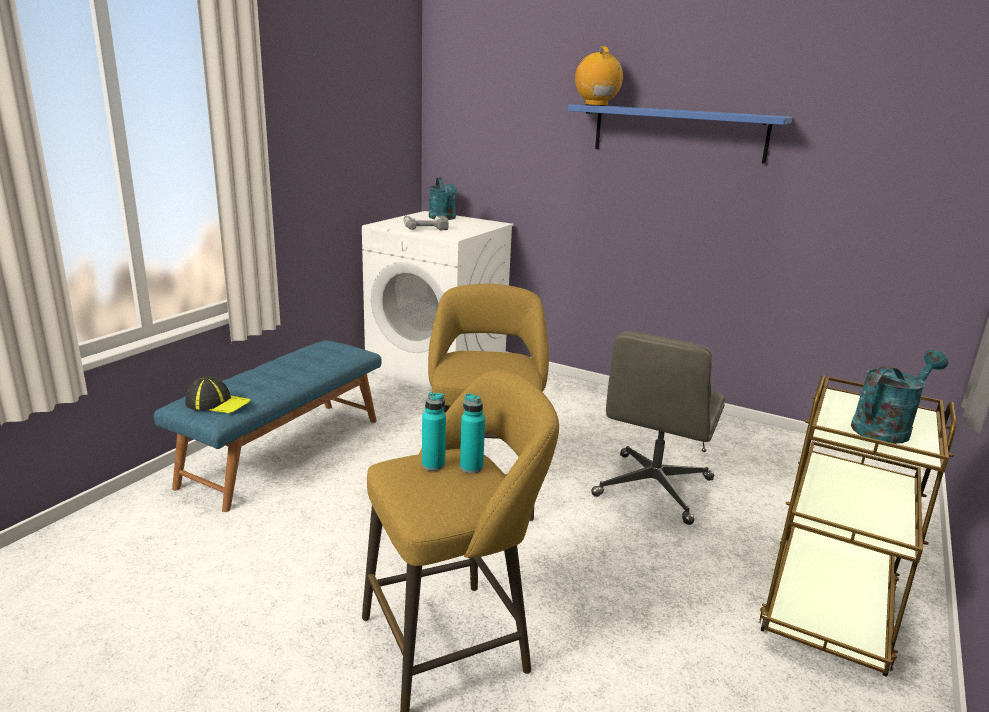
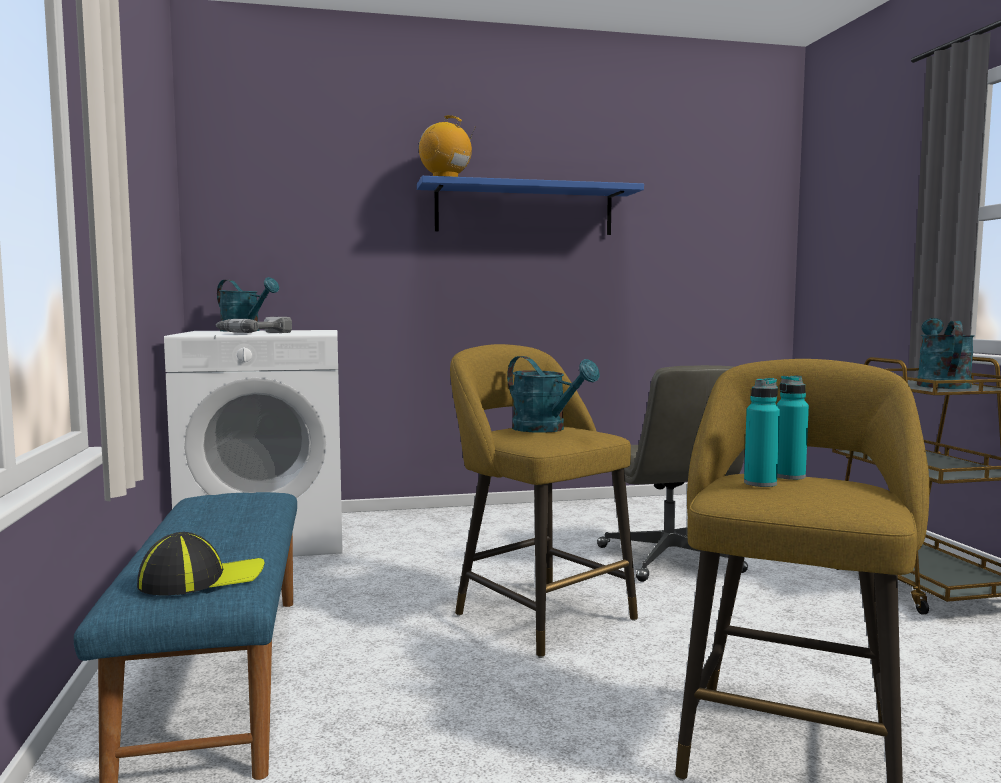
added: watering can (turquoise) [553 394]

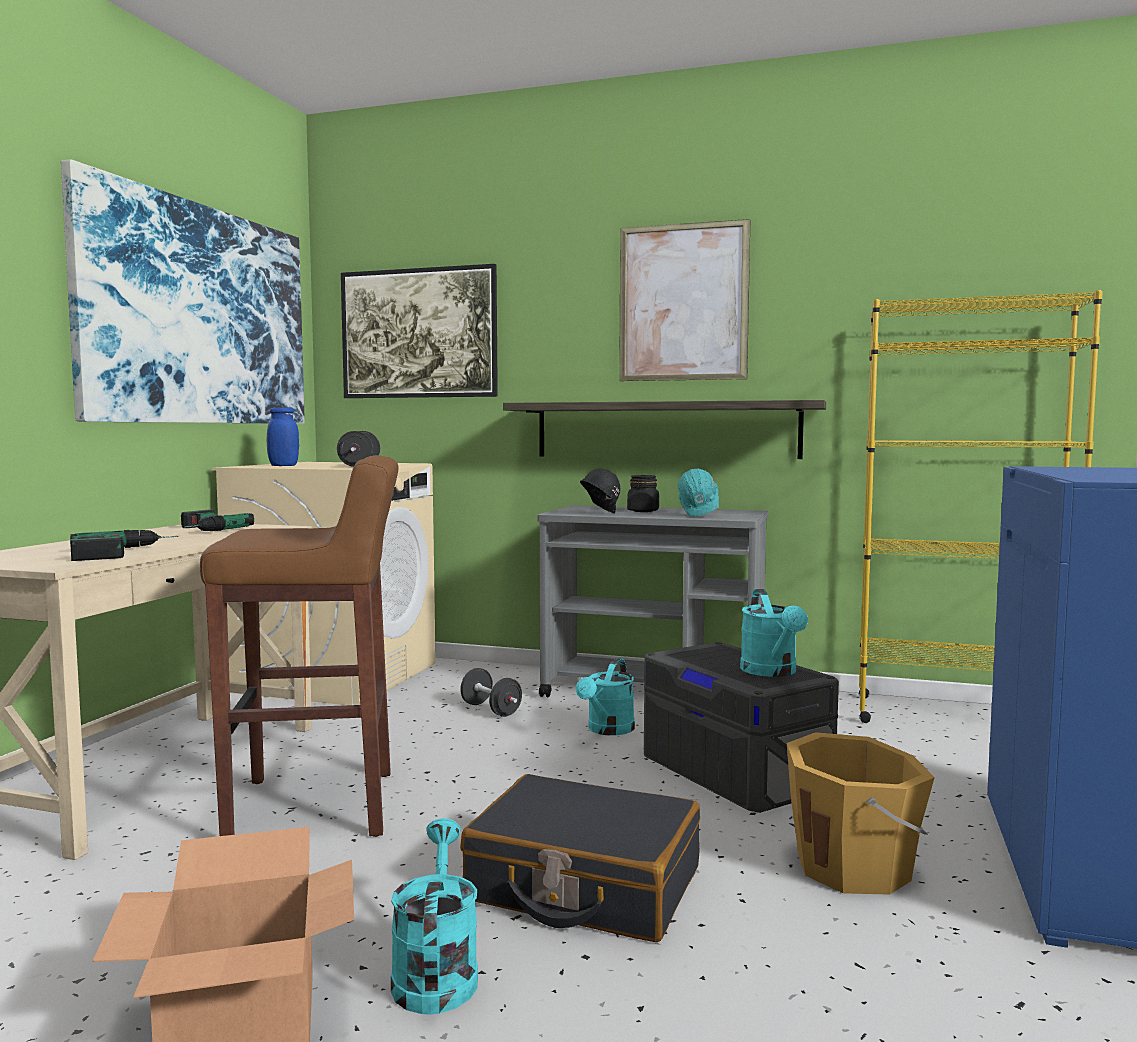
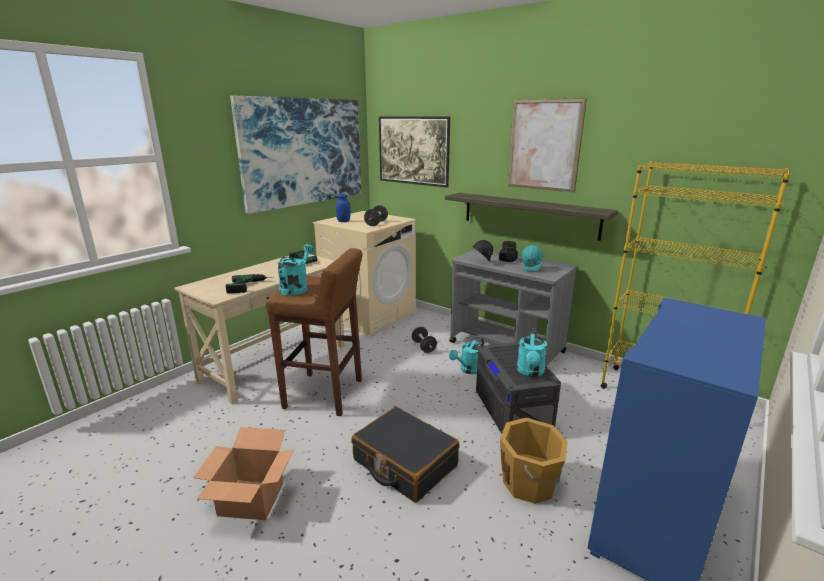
moved: watering can (turquoise) [434 916] to [296 270]

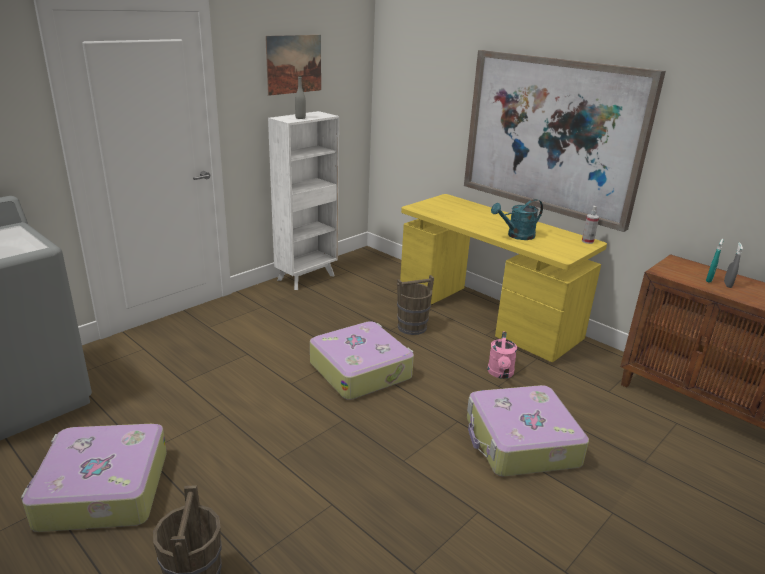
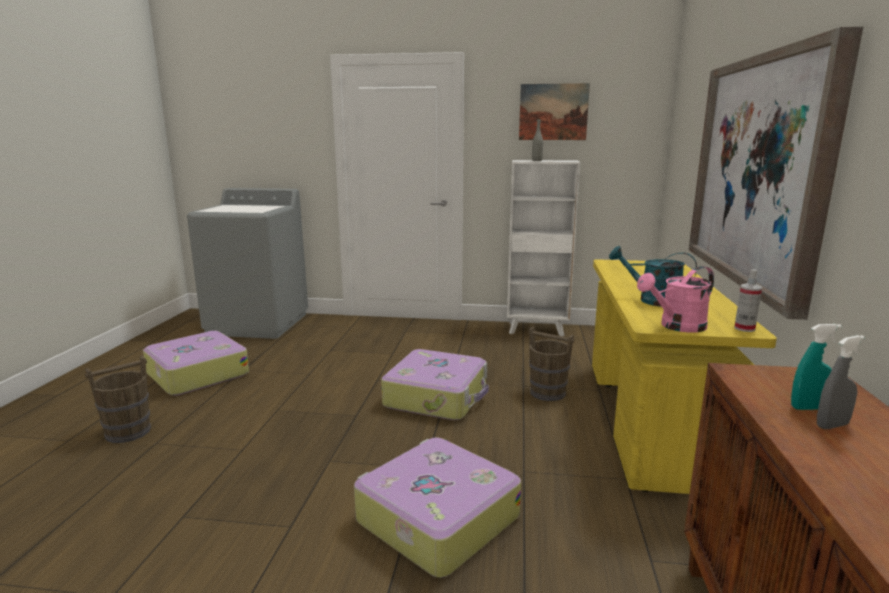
moved: watering can (pink) [502 355] to [675 299]

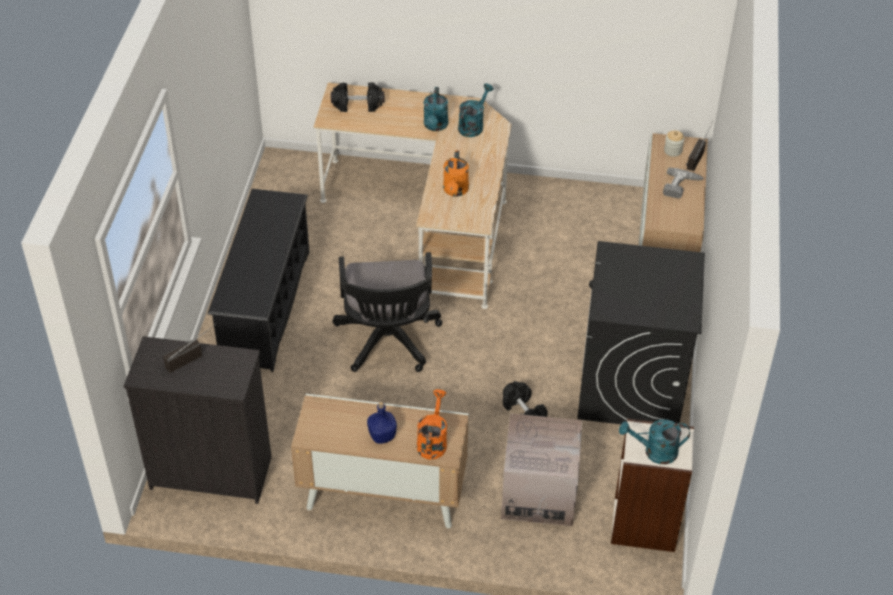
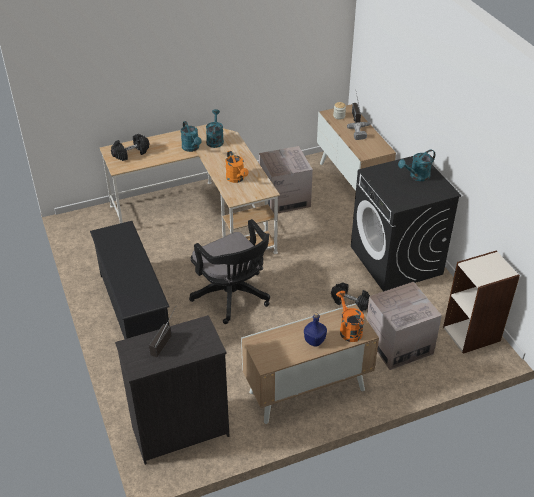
added: cardboard box [286 179]
moved: watering can (turquoise) [654 441] to [416 165]

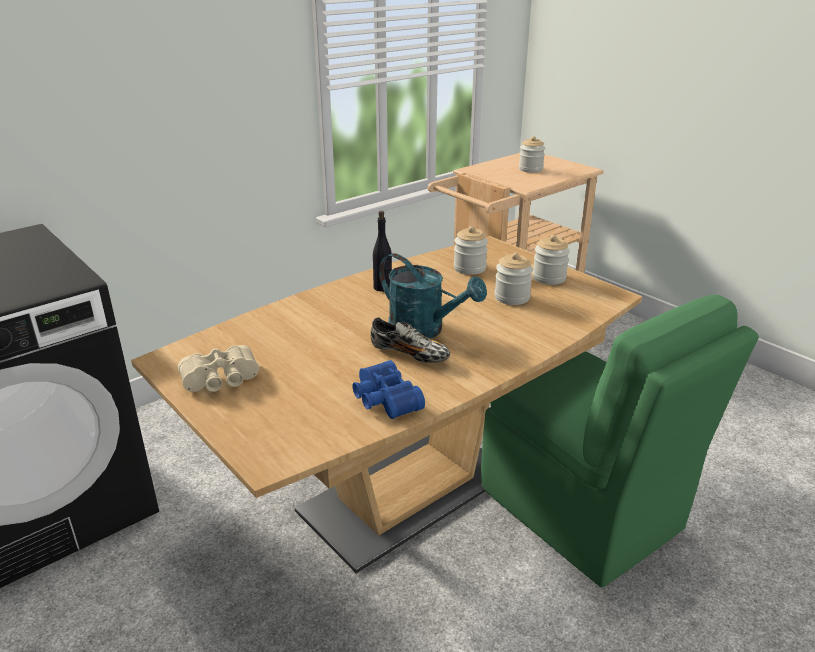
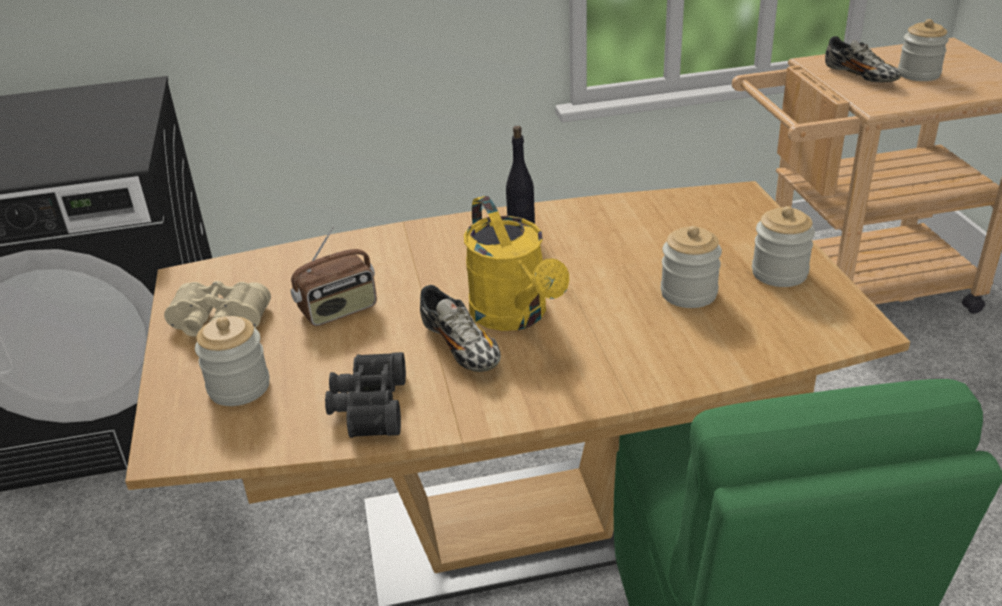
added: radio [334 276]; shoe [863 59]
moved: jar [471 250] to [232 361]
recoloured: binoculars (blue) [388 389] to binoculars (black) [365 395]; watering can (turquoise) [433 295] to watering can (yellow) [516 263]

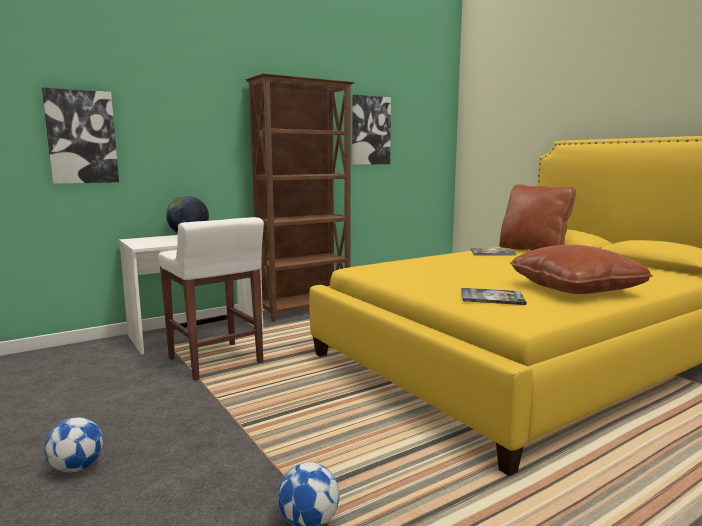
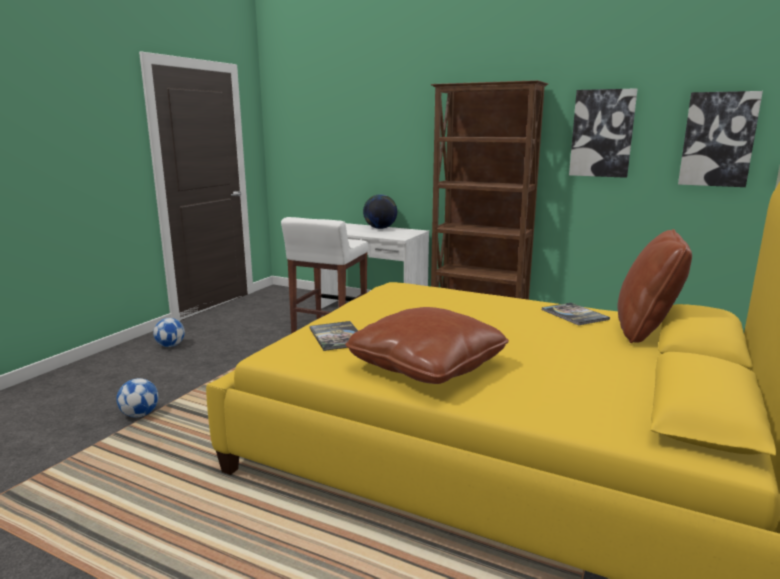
moved: picture [80 135] to [720 139]

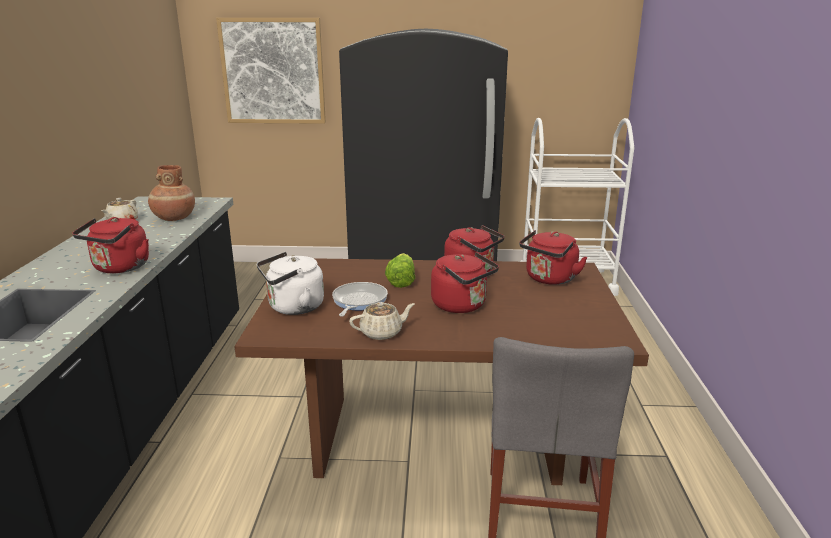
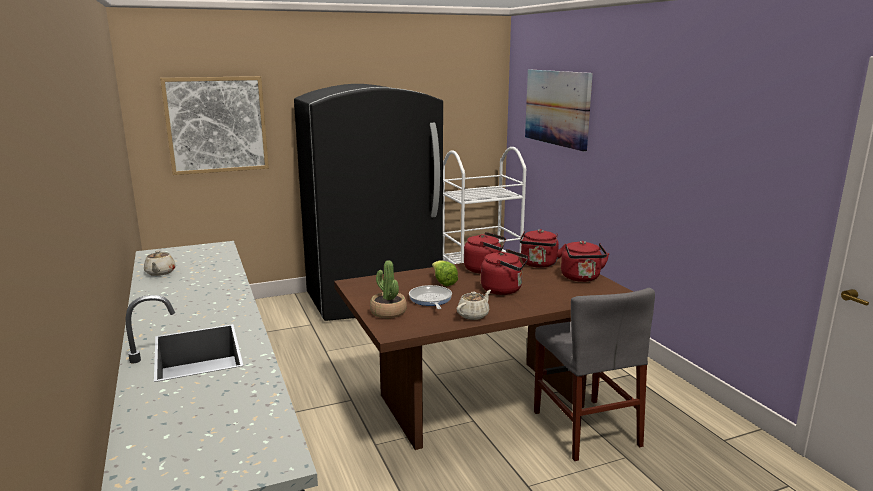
removed: vase (brown) [171 193]
added: picture [559 111]
moved: kettle (red) [110 245] to [585 261]
replaced: kettle (white) [290 283] to potted plant [388 289]

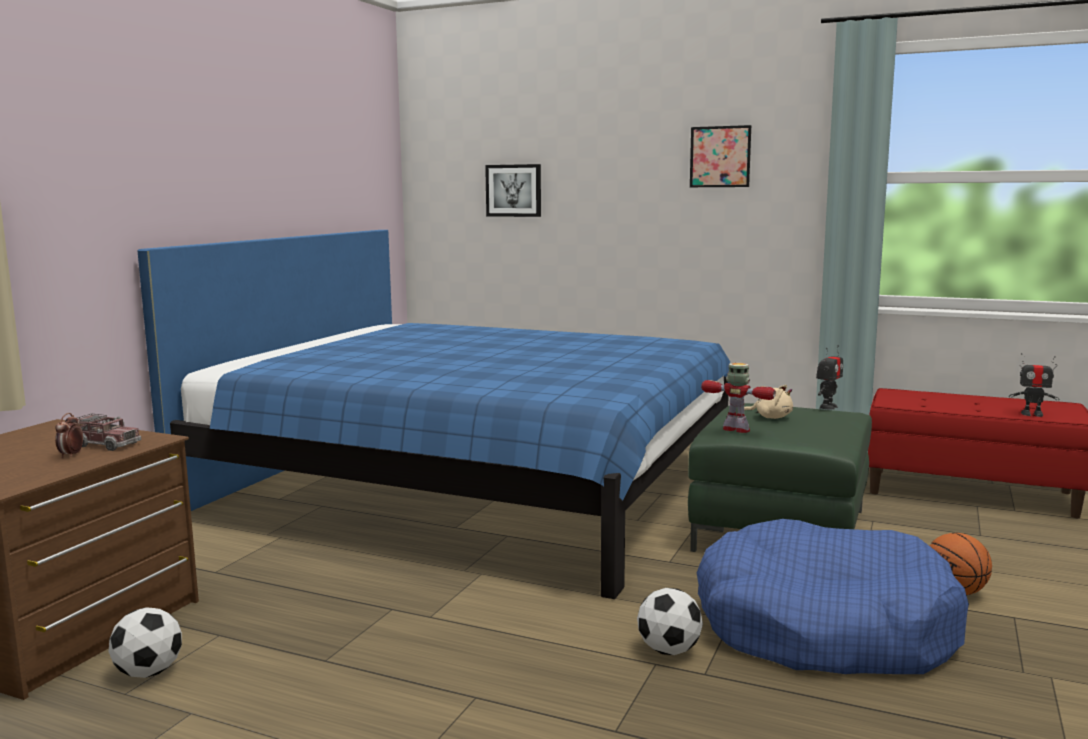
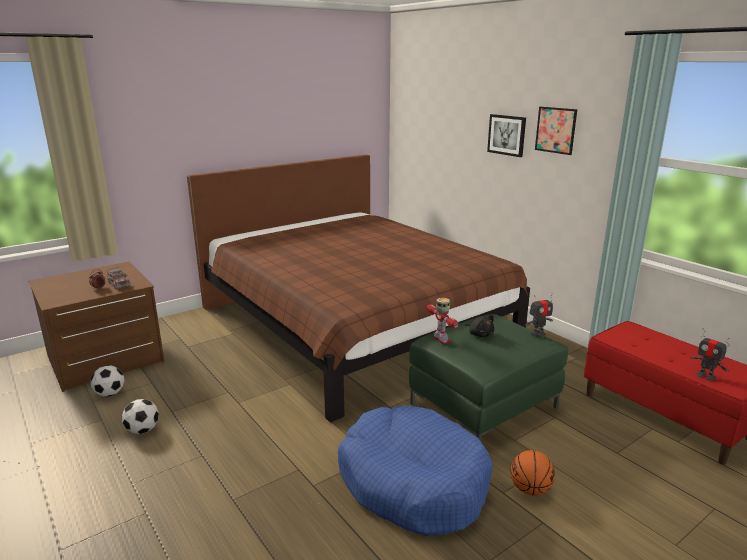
moved: football [670 621] to [140 416]; picture [513 190] to [506 135]
recoloured: bed (blue) [434 414] to bed (brown) [358 288]; plush toy (beige) [768 402] to plush toy (black) [479 326]

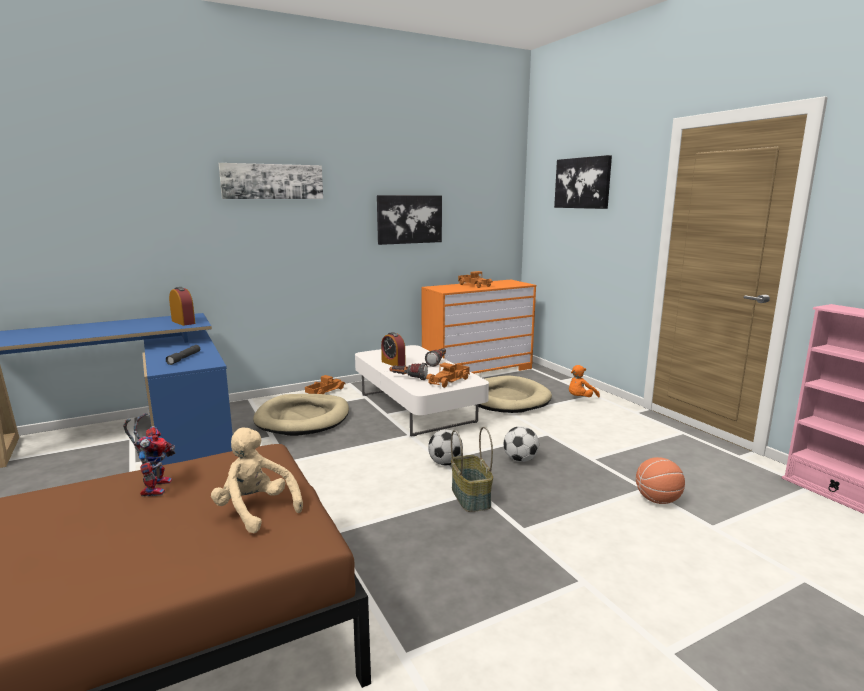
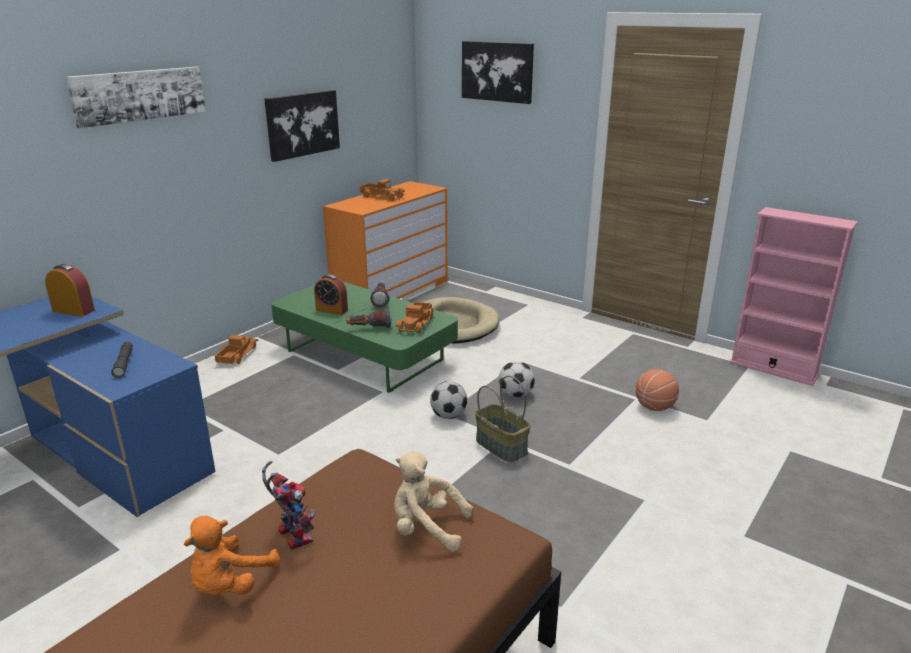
removed: dog bed (beige) [301 415]
moved: plush toy (orange) [584 381] to [232 555]
recoloured: coffee table (white) [422 390] to coffee table (green) [364 337]

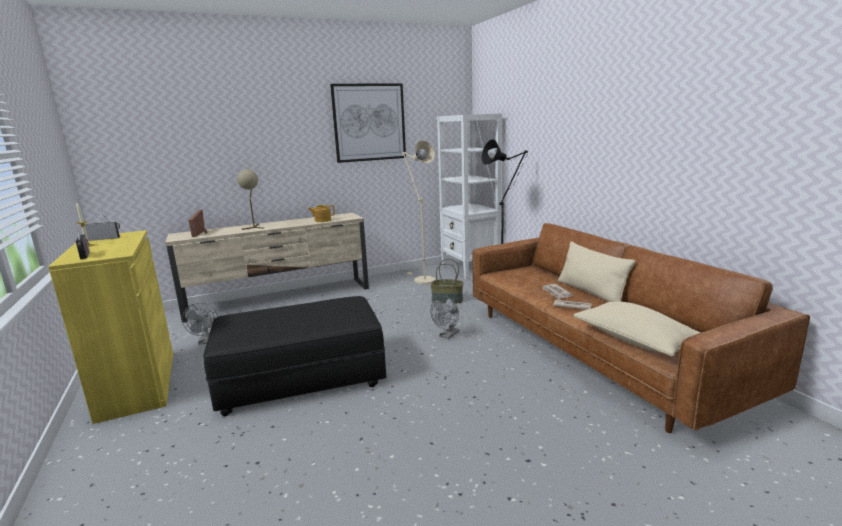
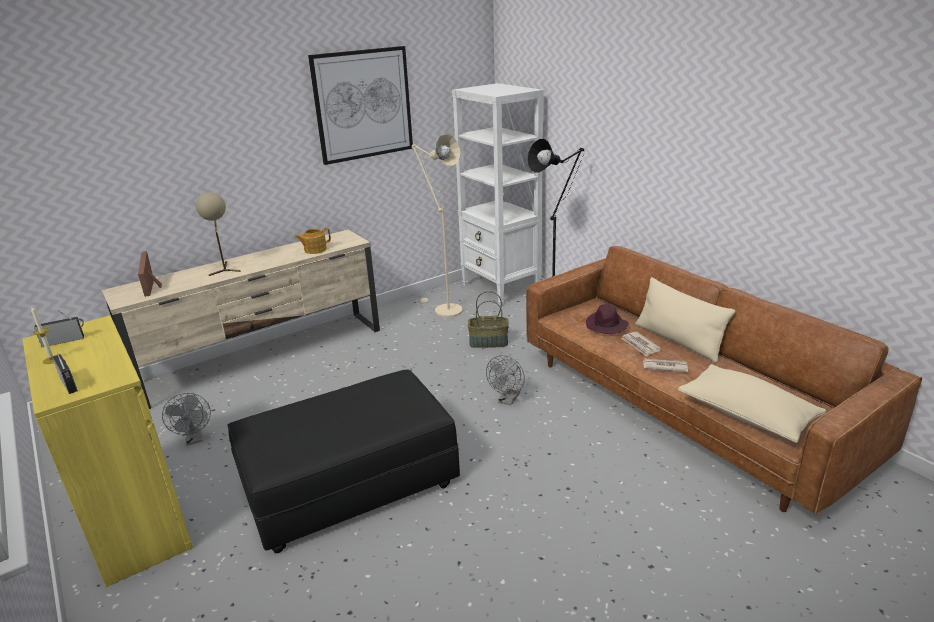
added: hat (purple) [607 319]

